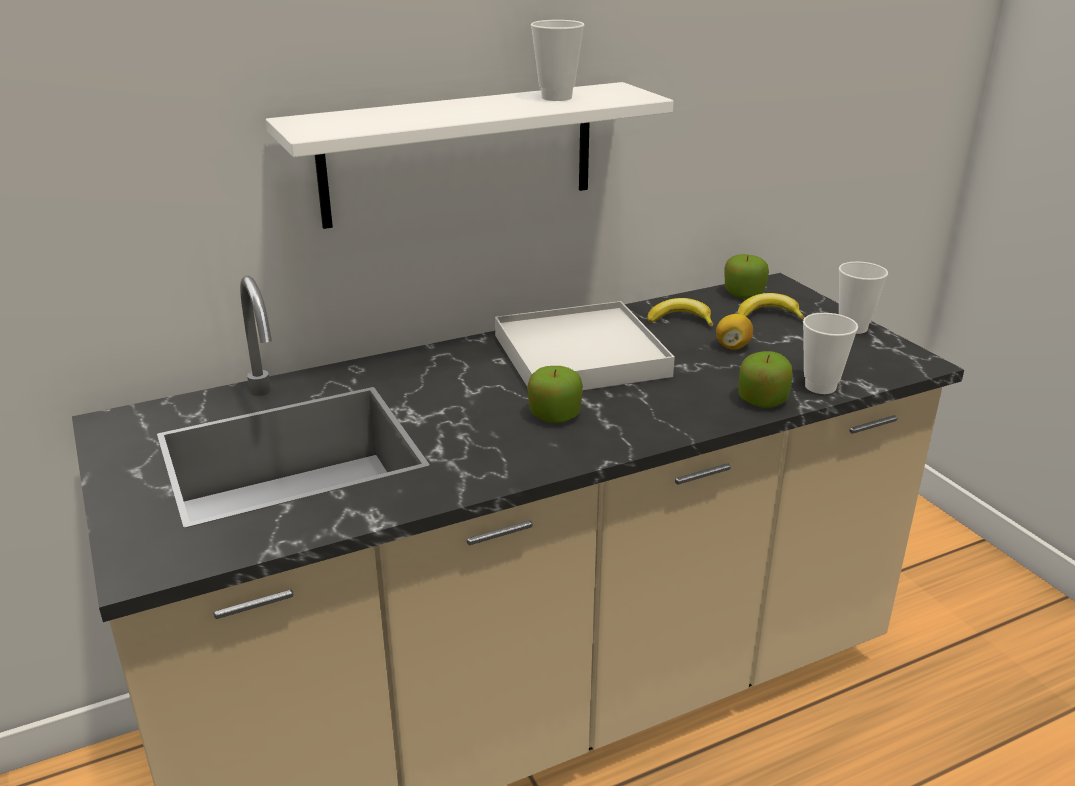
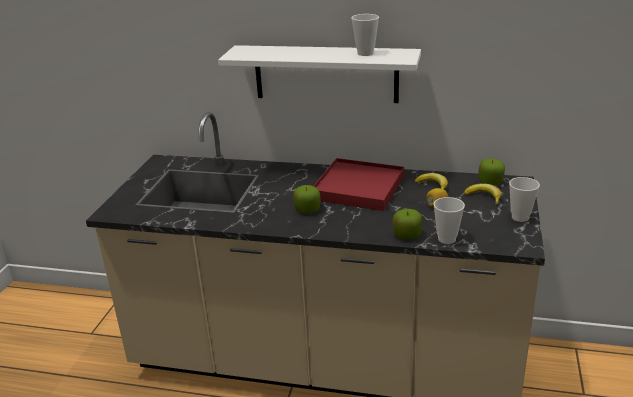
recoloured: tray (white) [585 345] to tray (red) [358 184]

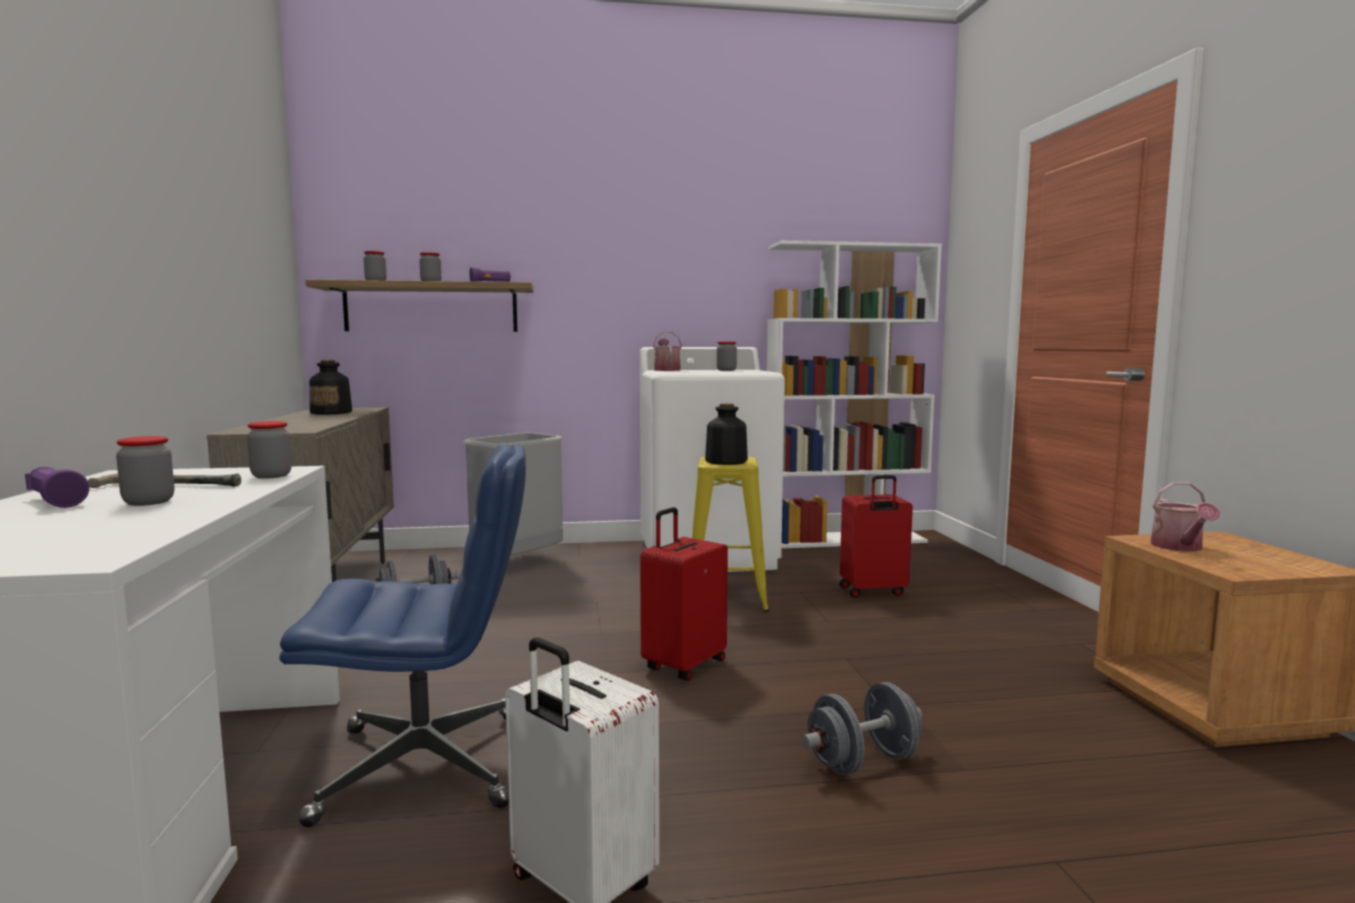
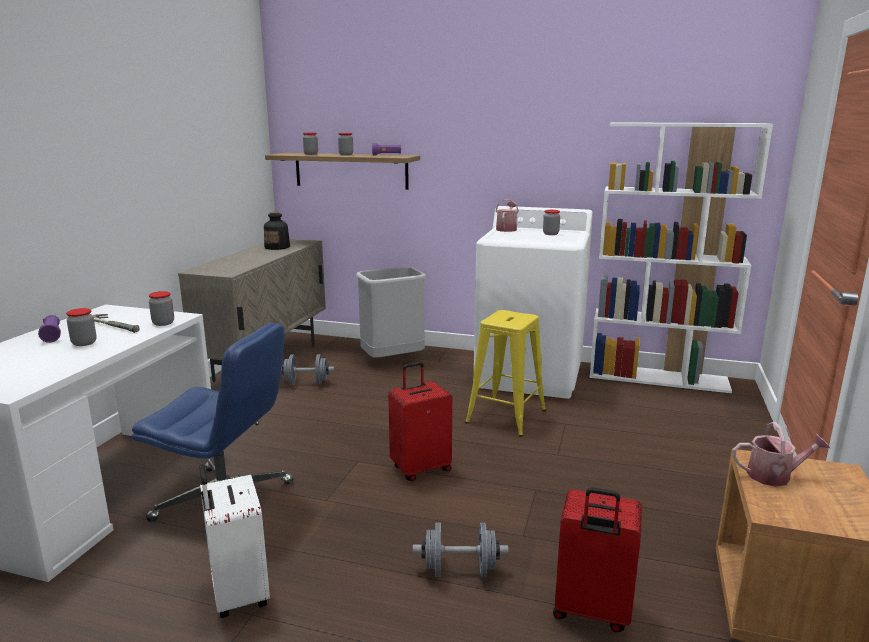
removed: bottle [726 434]
moved: suitcase (red) [876 536] to [597 559]
turned: watering can [1185 517] = [781 454] 120 degrees counterclockwise

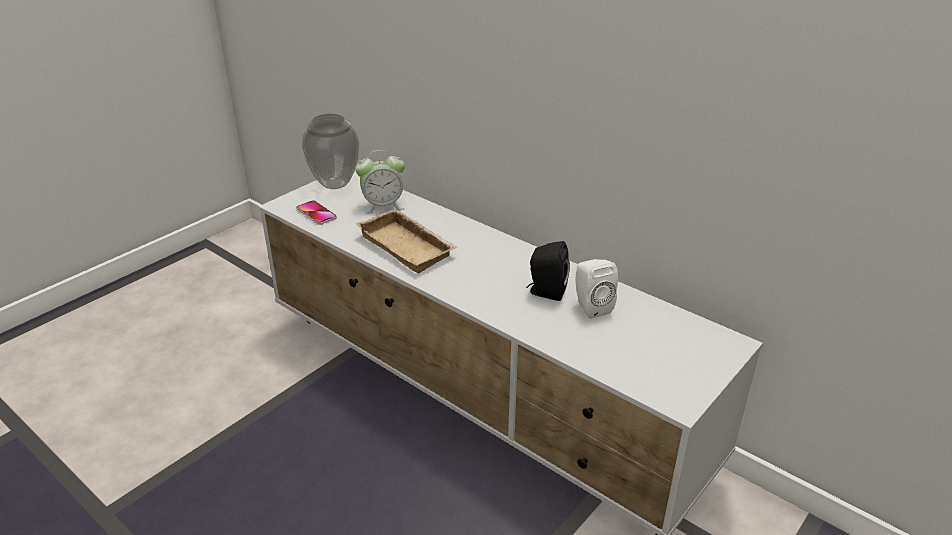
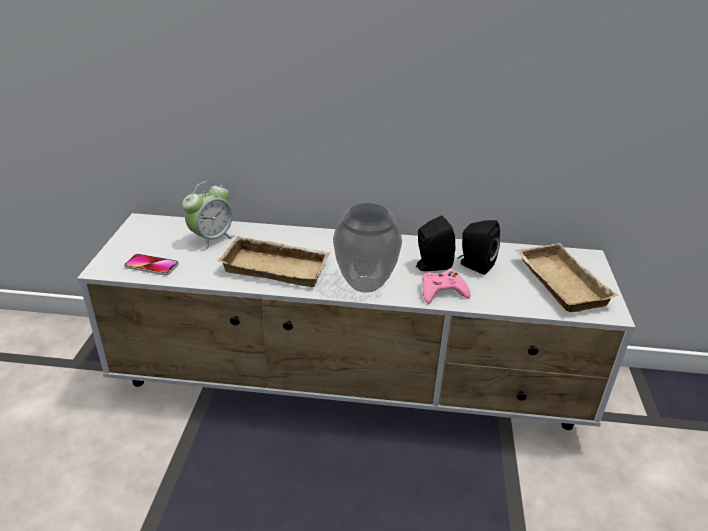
added: game controller (pink) [446 287]; tray (beige) [567 277]
moved: vase [330 151] to [367 248]
recoloured: speaker (white) [597 289] to speaker (black) [479 247]

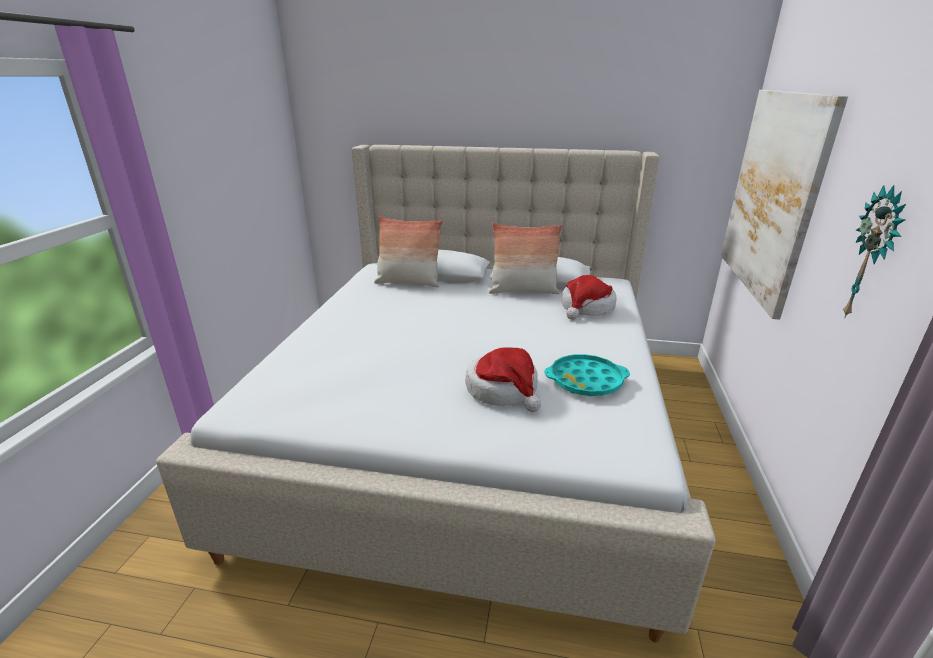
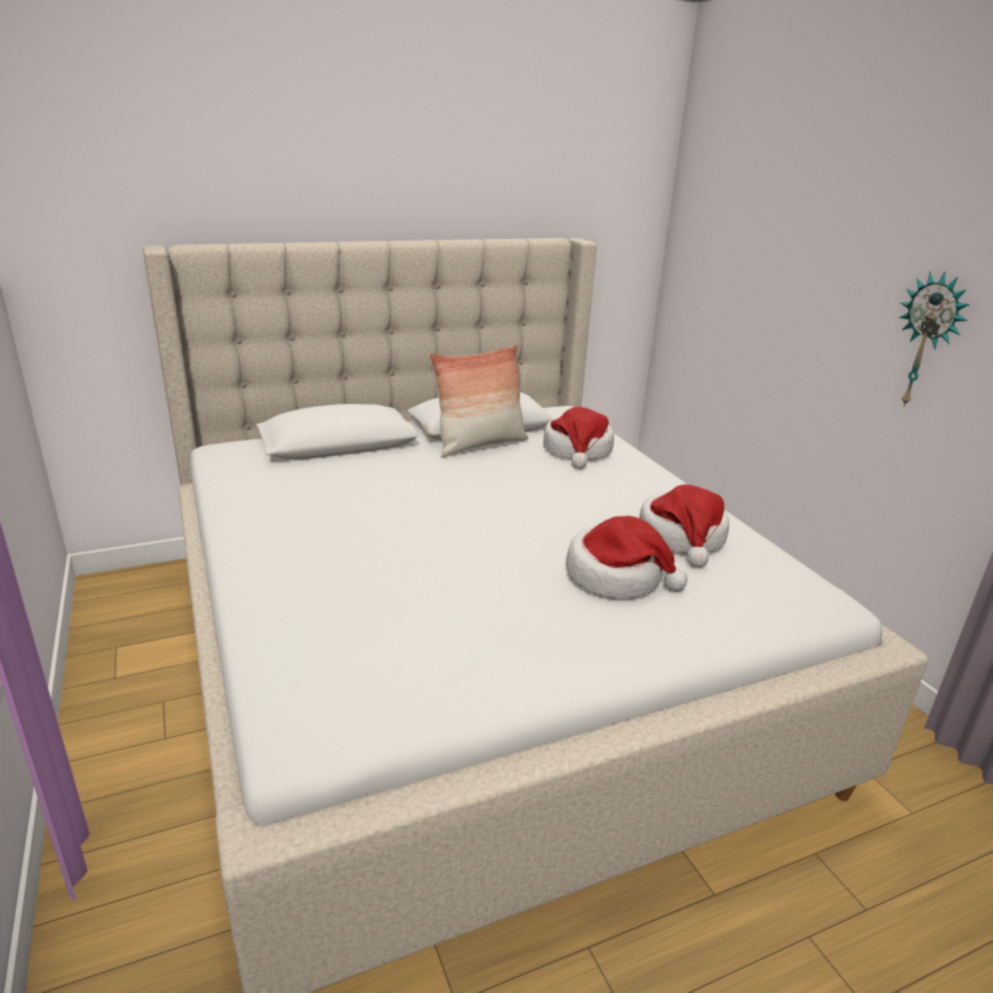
removed: pillow [408 251]; picture [784 205]
replaced: tray (turquoise) [587 375] to hat [684 526]

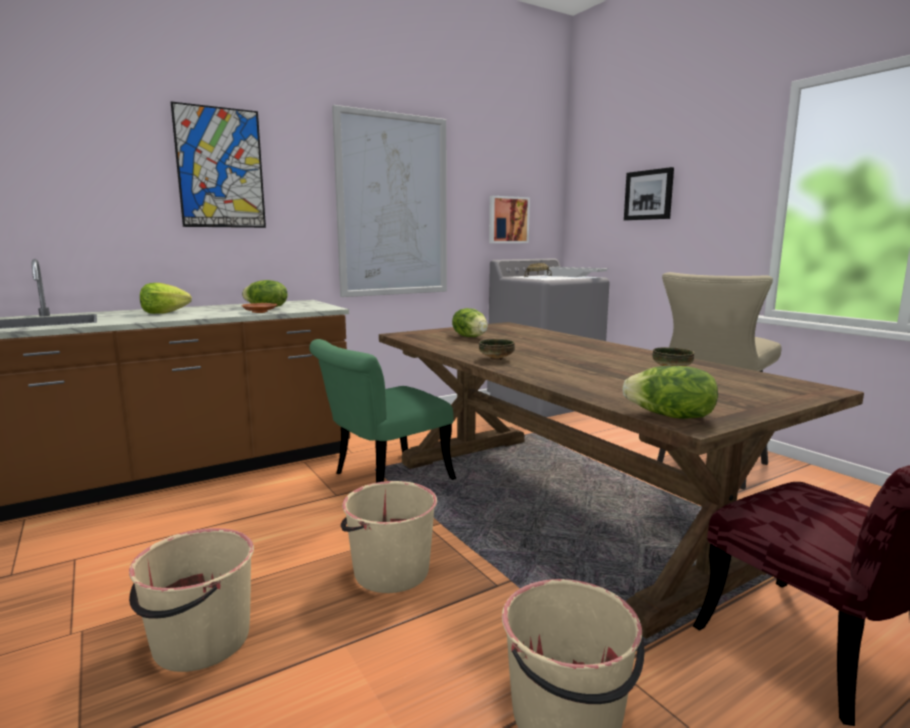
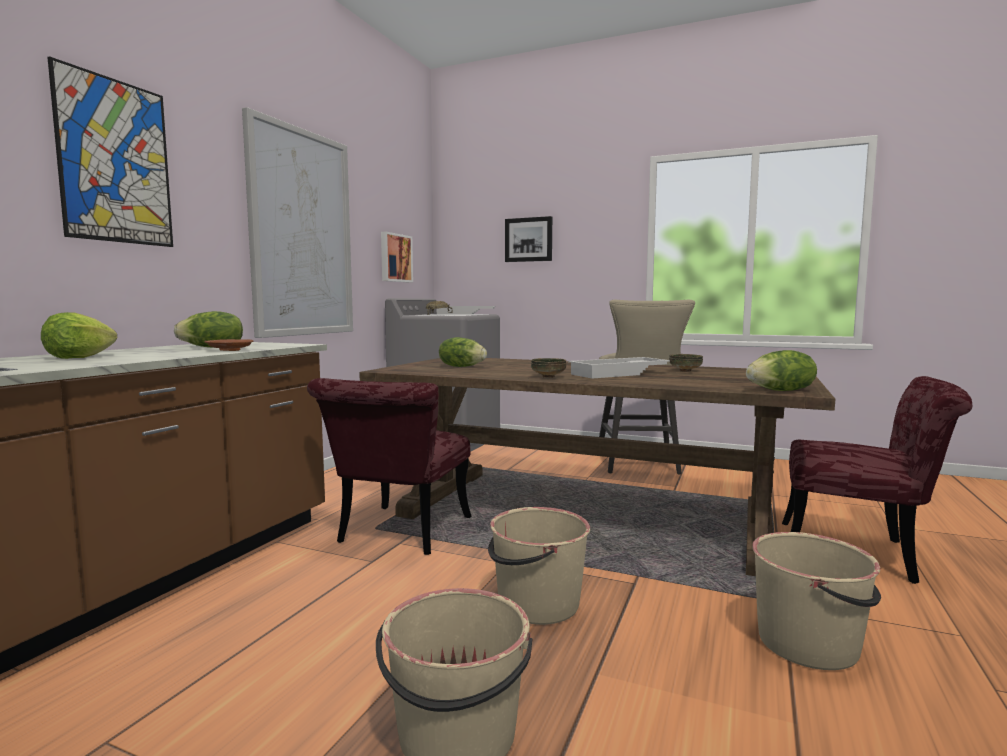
added: tray (white) [619 367]
recoloured: chair (green) [382 411] to chair (red) [389 466]

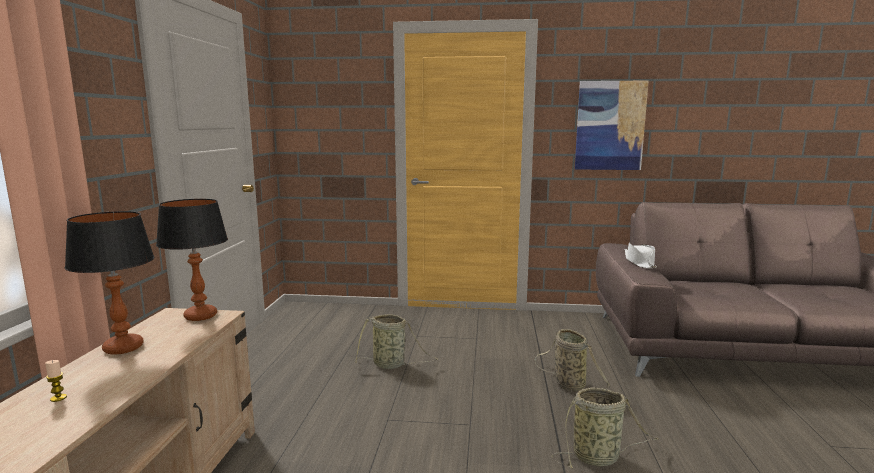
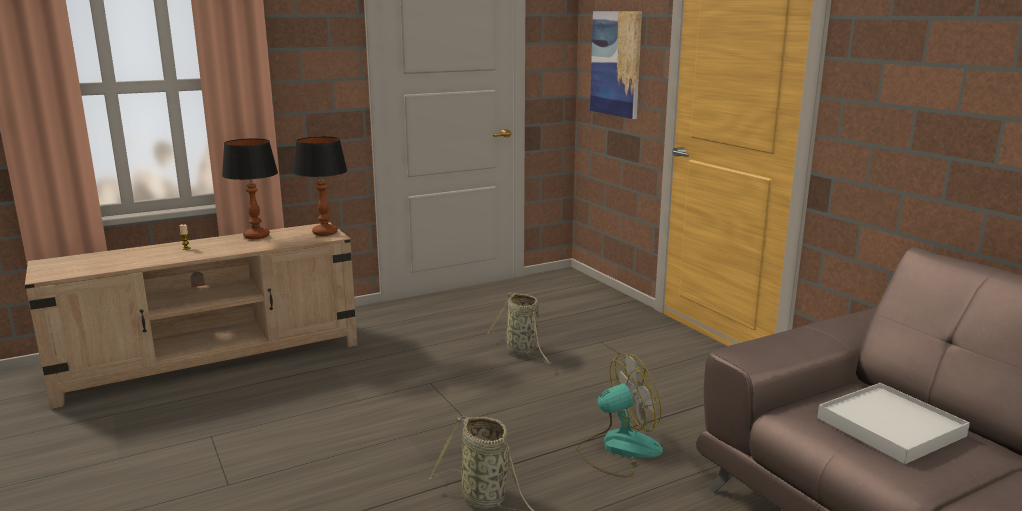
removed: hat (white) [641 256]
added: tray (white) [893 423]
moved: picture [612 125] to [616 65]
replaced: basket [572 360] to fan [619 415]

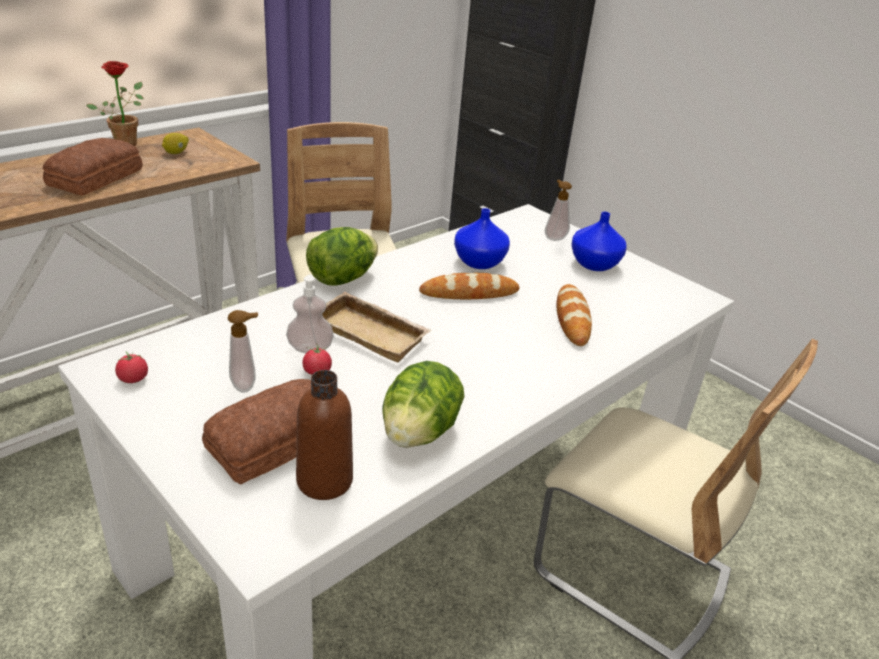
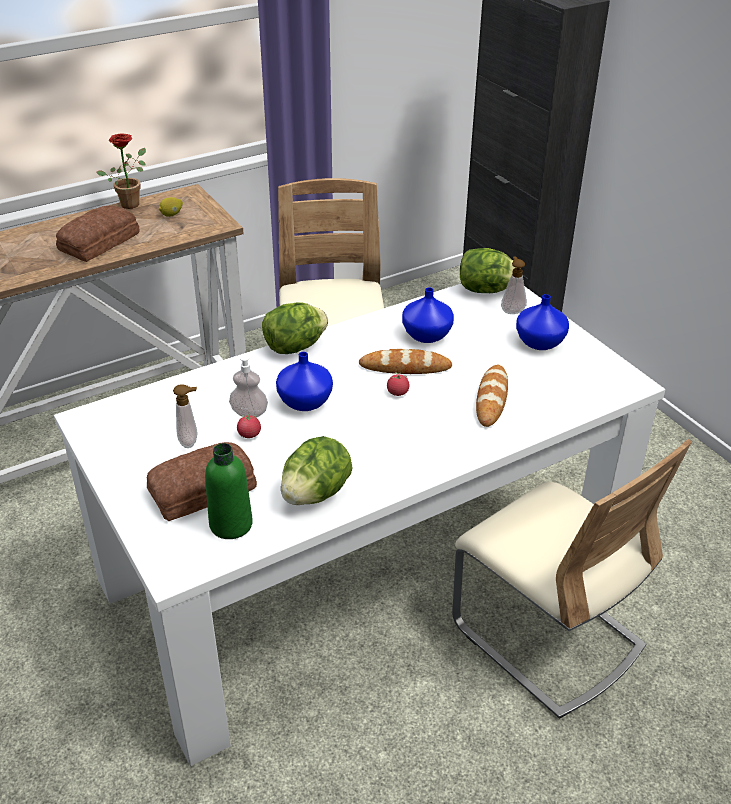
added: lettuce [488 270]
moved: tomato [131 367] to [398 384]
replaced: tray (beige) [377 327] to vase (blue) [304 381]
recoloured: bottle (brown) [324 435] to bottle (green) [229 491]

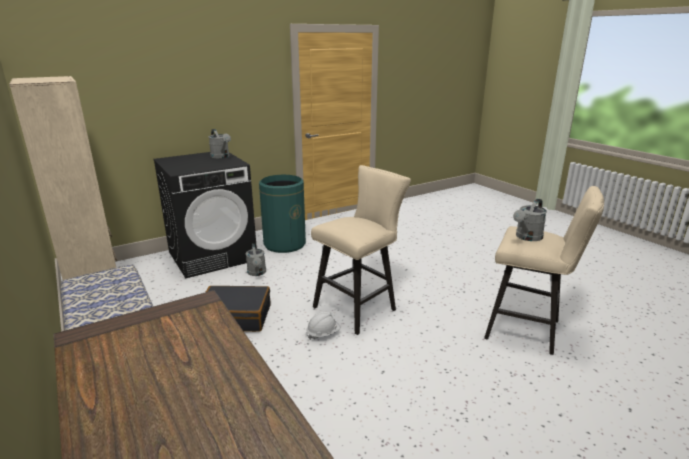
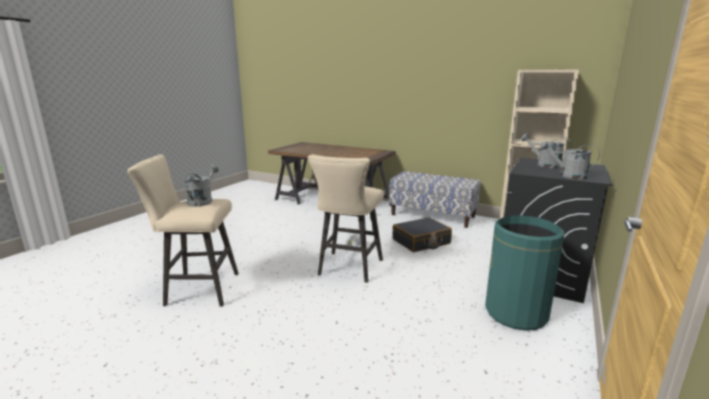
moved: watering can (grey) [256 259] to [546 150]

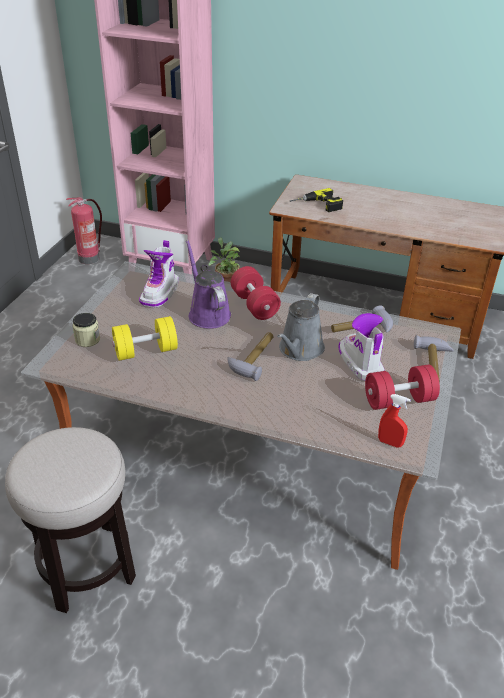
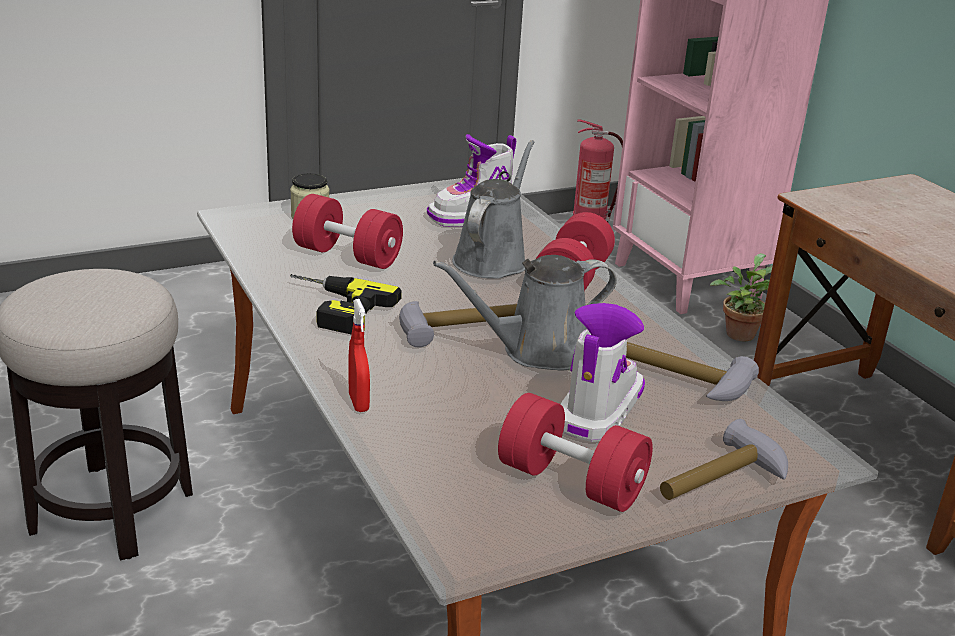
moved: power drill [316 200] to [346 304]; spray bottle (red) [394 421] to [359 355]
recoloured: dumbbell (yellow) [145 338] to dumbbell (red) [347 231]; watering can (purple) [208 284] to watering can (grey) [493 209]

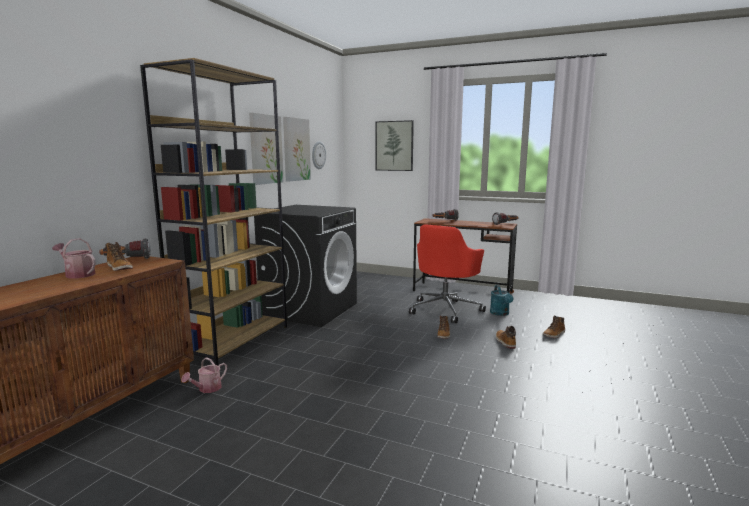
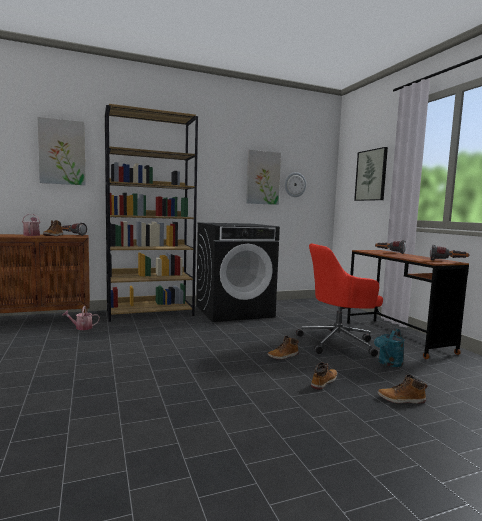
moved: picture [266 149] to [62 151]

